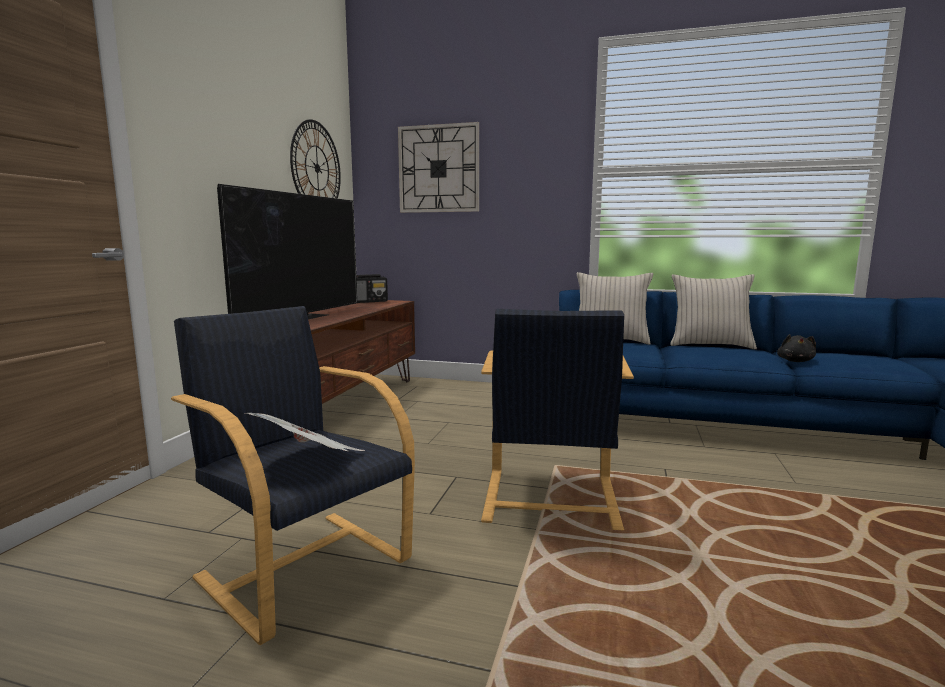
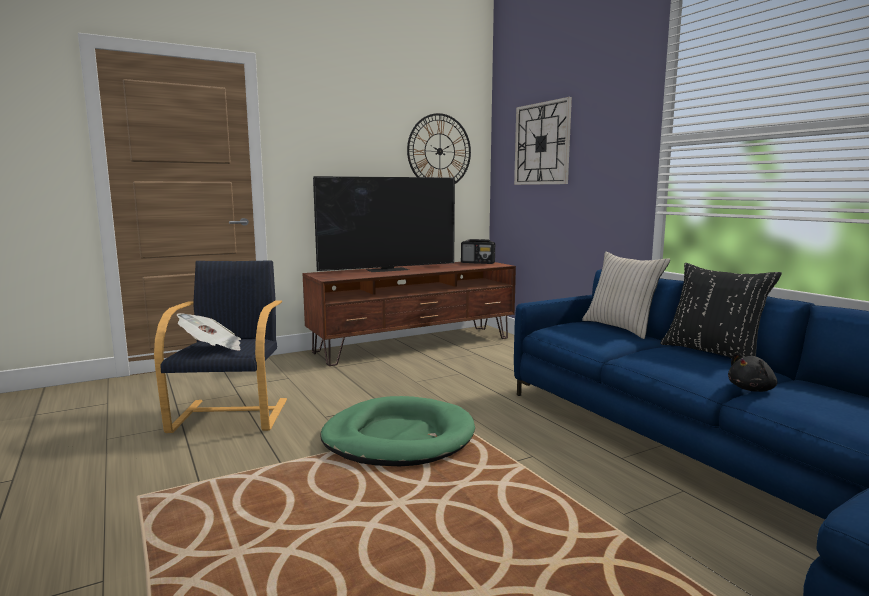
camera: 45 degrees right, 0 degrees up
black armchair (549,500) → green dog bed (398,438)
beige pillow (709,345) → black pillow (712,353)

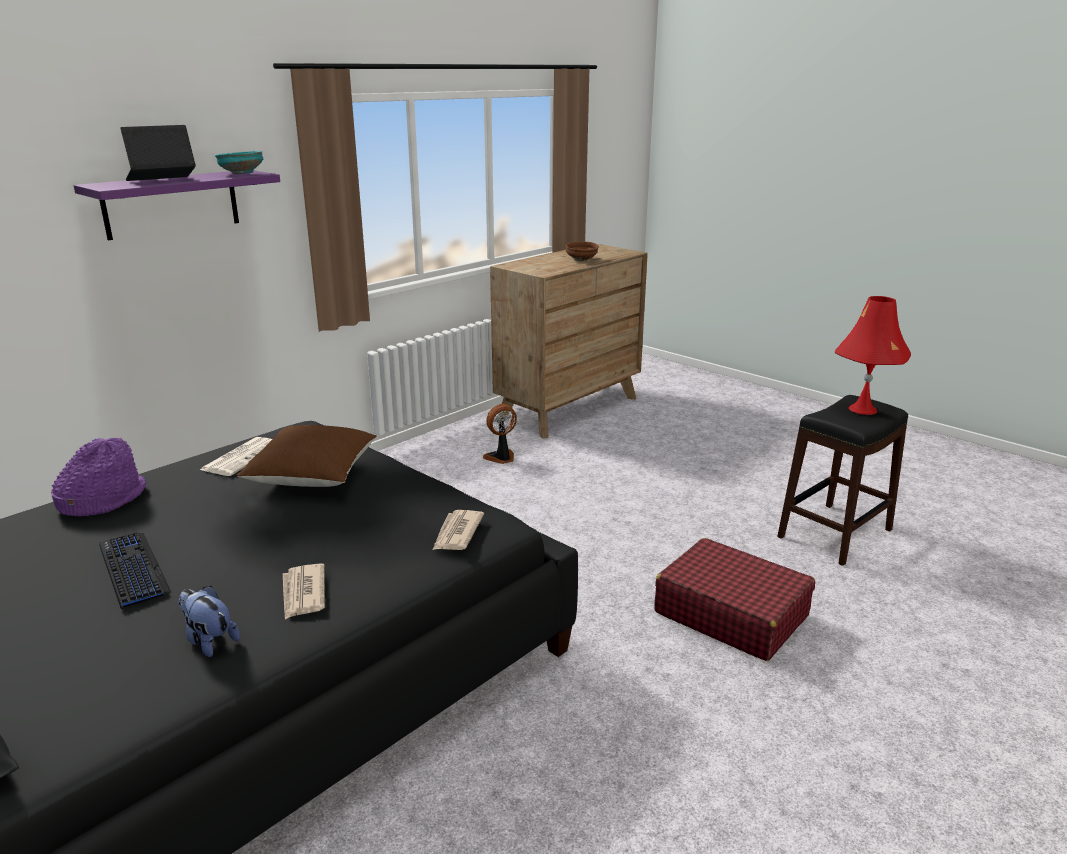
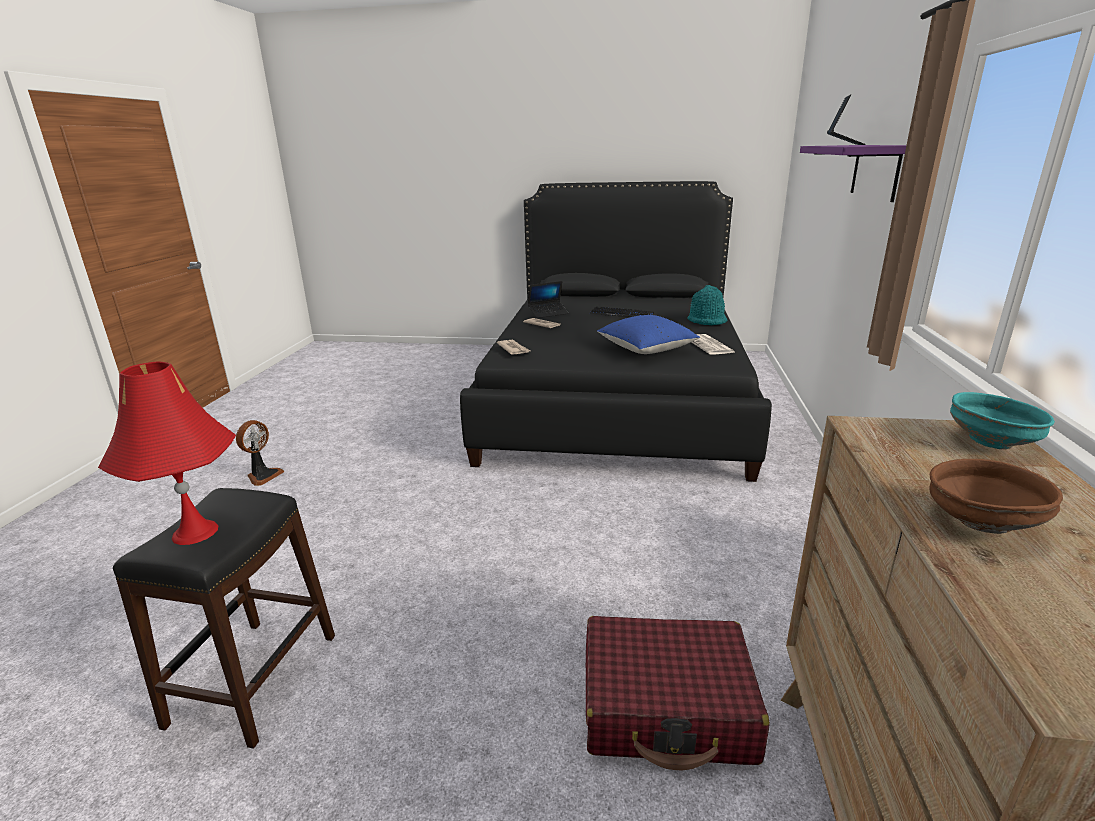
camera: 145 degrees right, 0 degrees up
turquoise bowl (241,174) → turquoise bowl (992,442), relocated
fan (501,458) → fan (263,476), relocated
red suitcase (730,614) → red suitcase (667,707), relocated
plush toy (209,640) → laptop (548,313)
purple hat (102,499) → turquoise hat (707,320)
brown pillow (313,476) → blue pillow (646,349)

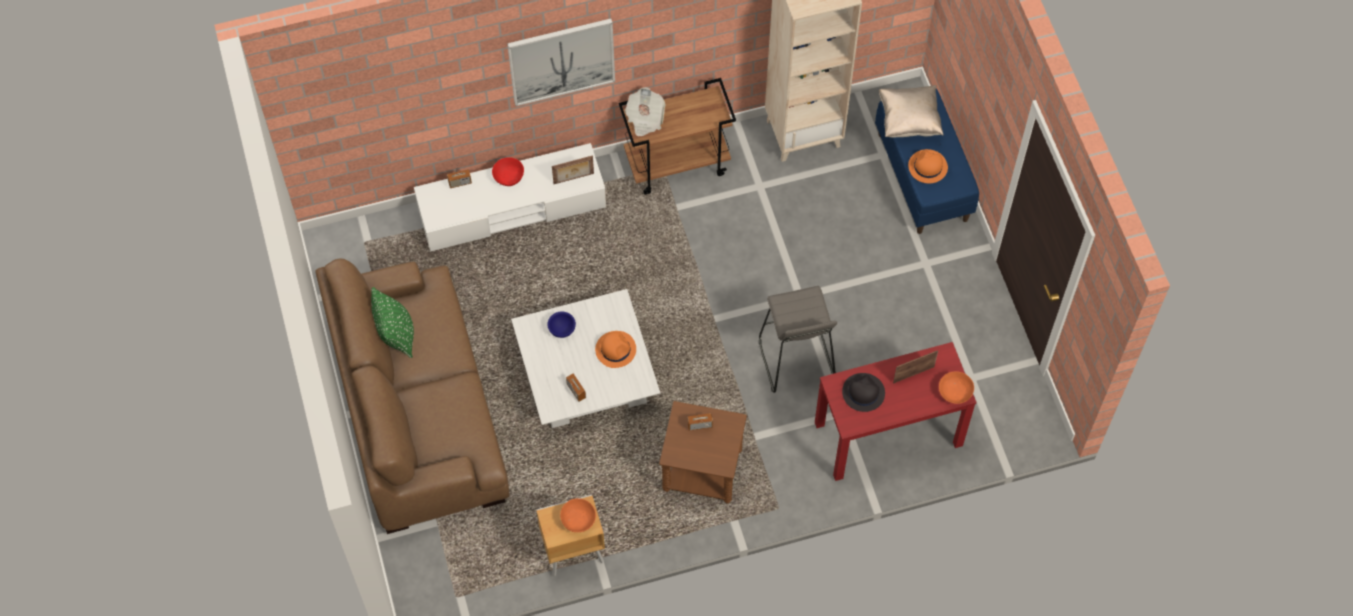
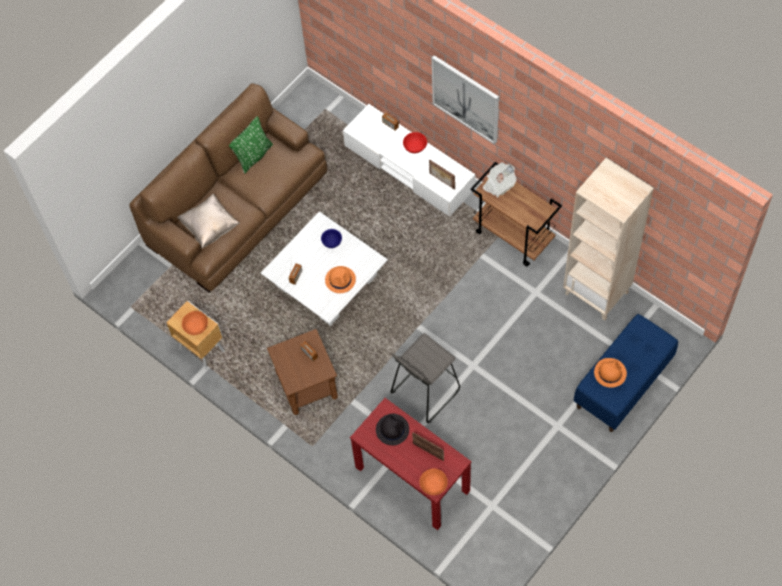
camera: 60 degrees right, 0 degrees up
beige pillow (909,121) → beige pillow (210,227), relocated

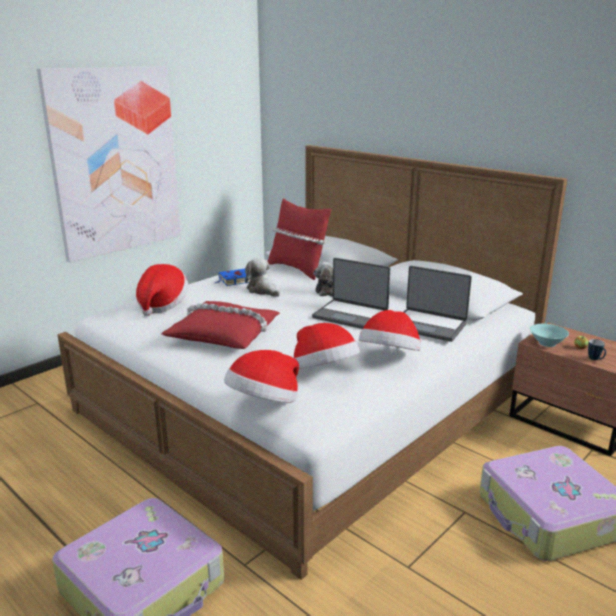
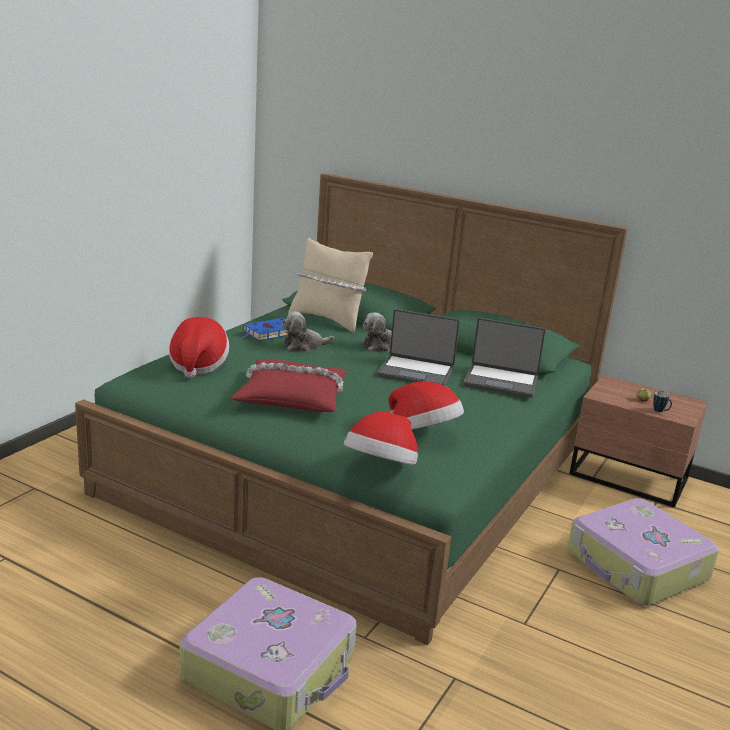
camera: 15 degrees left, 0 degrees up
picture (115,162) → -
hat (389,357) → -
turquoise bowl (547,343) → -
white bed (308,399) → green bed (357,468)
red pillow (298,269) → beige pillow (327,319)
plush toy (263,290) → plush toy (304,345), 60 degrees counterclockwise

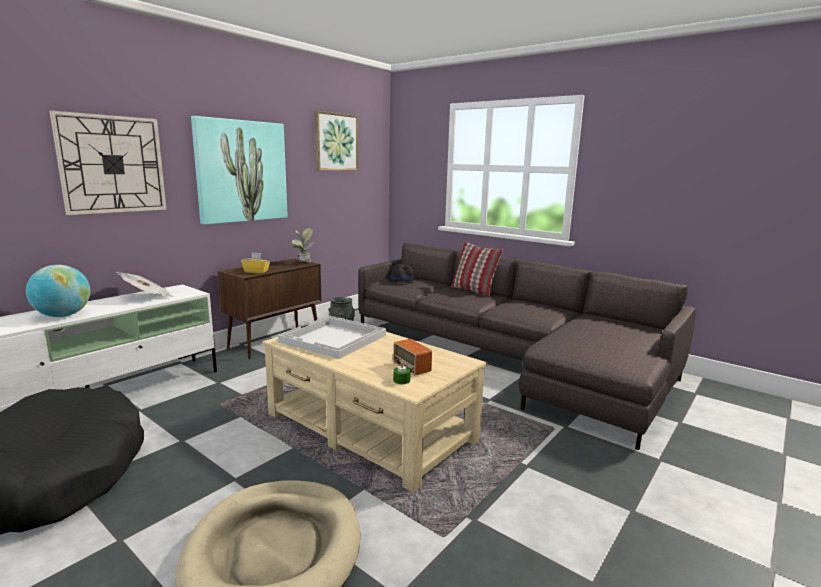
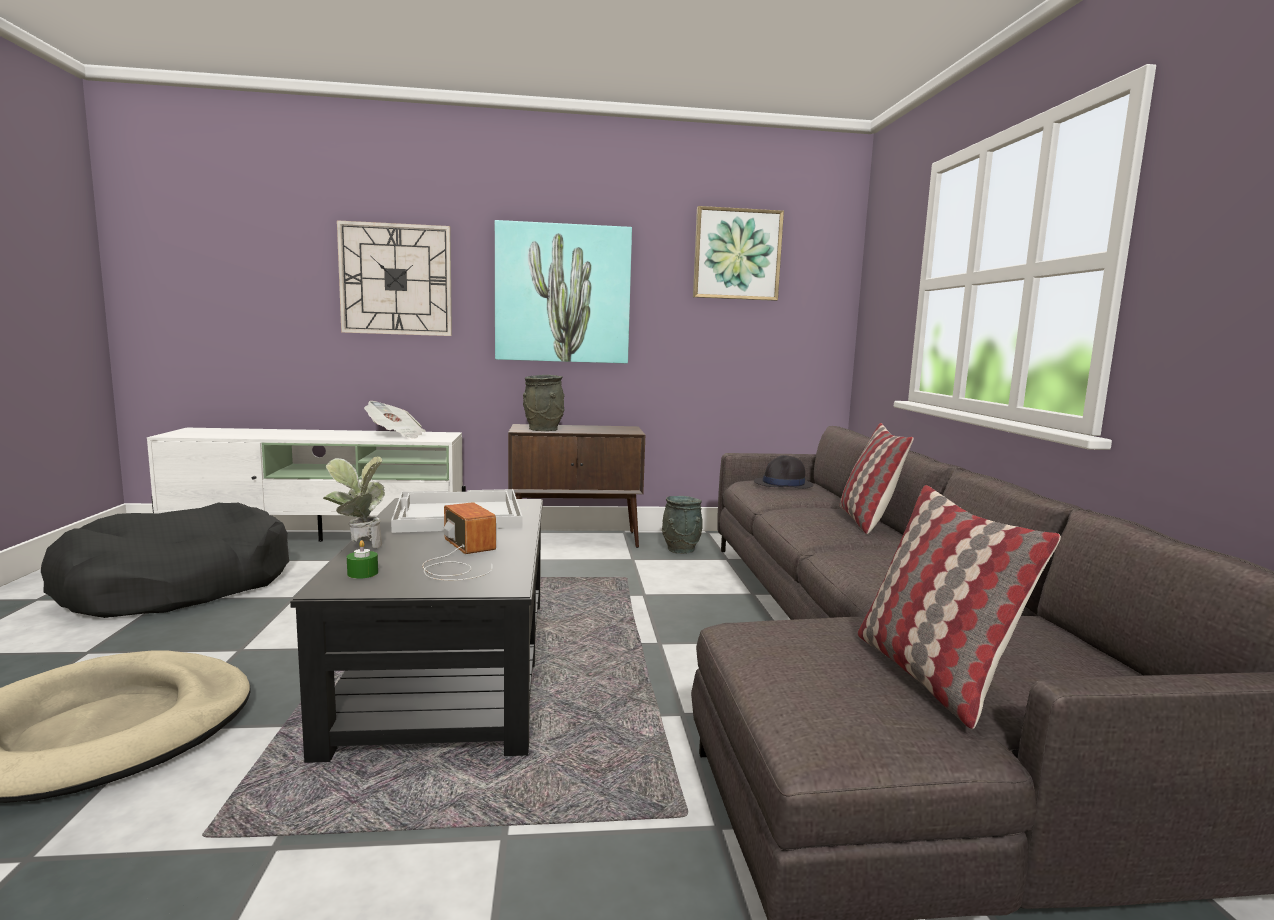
camera: 45 degrees right, 5 degrees down
globe (63,315) → -
- → pillow (930,675)
potted plant (303,263) → potted plant (358,547), relocated
yellow tissue box (256,271) → grey vase (543,429)
beige coffee table (370,428) → black coffee table (448,667)
radio (412,358) → radio (459,558), 135 degrees clockwise

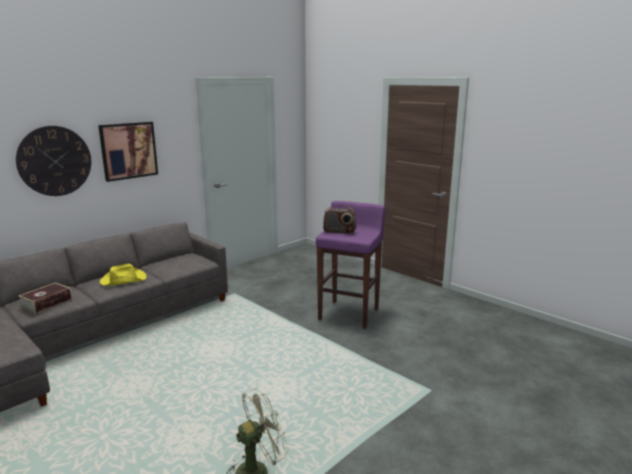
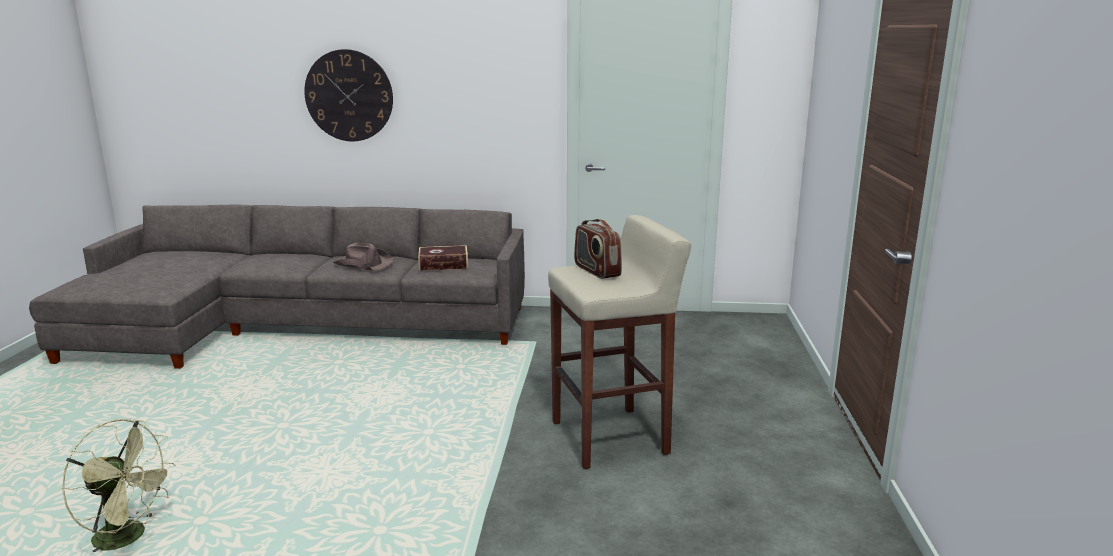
camera: 50 degrees right, 0 degrees up
picture (128,150) → -
book (46,303) → book (443,265), relocated
yellow hat (122,280) → brown hat (363,264)
purple stool (349,314) → beige stool (611,437)

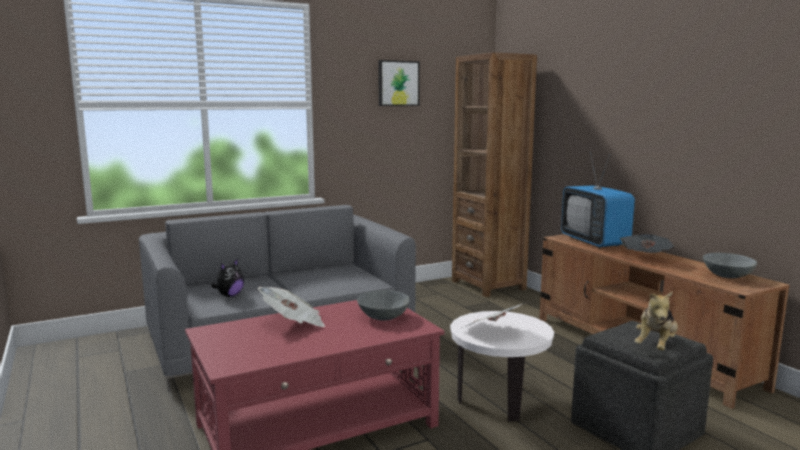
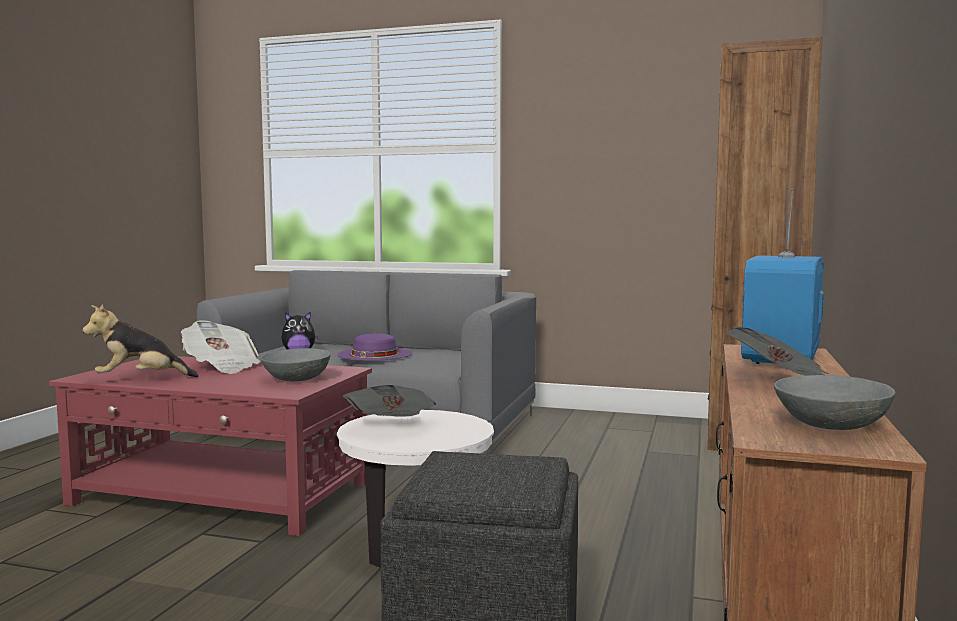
camera: 45 degrees right, 5 degrees down
picture (398,83) → -
- → purple hat (374,354)
plush toy (656,346) → plush toy (140,380), relocated

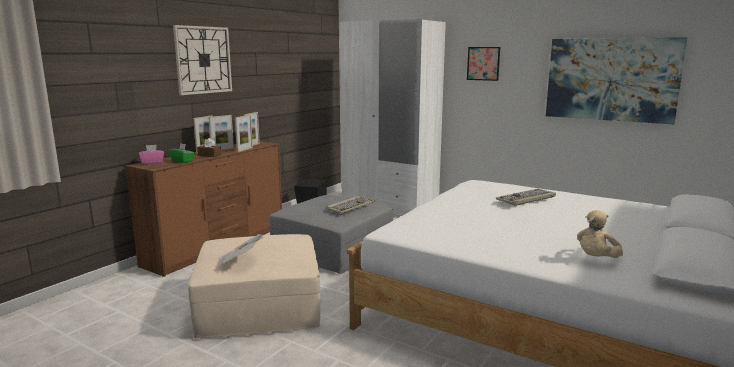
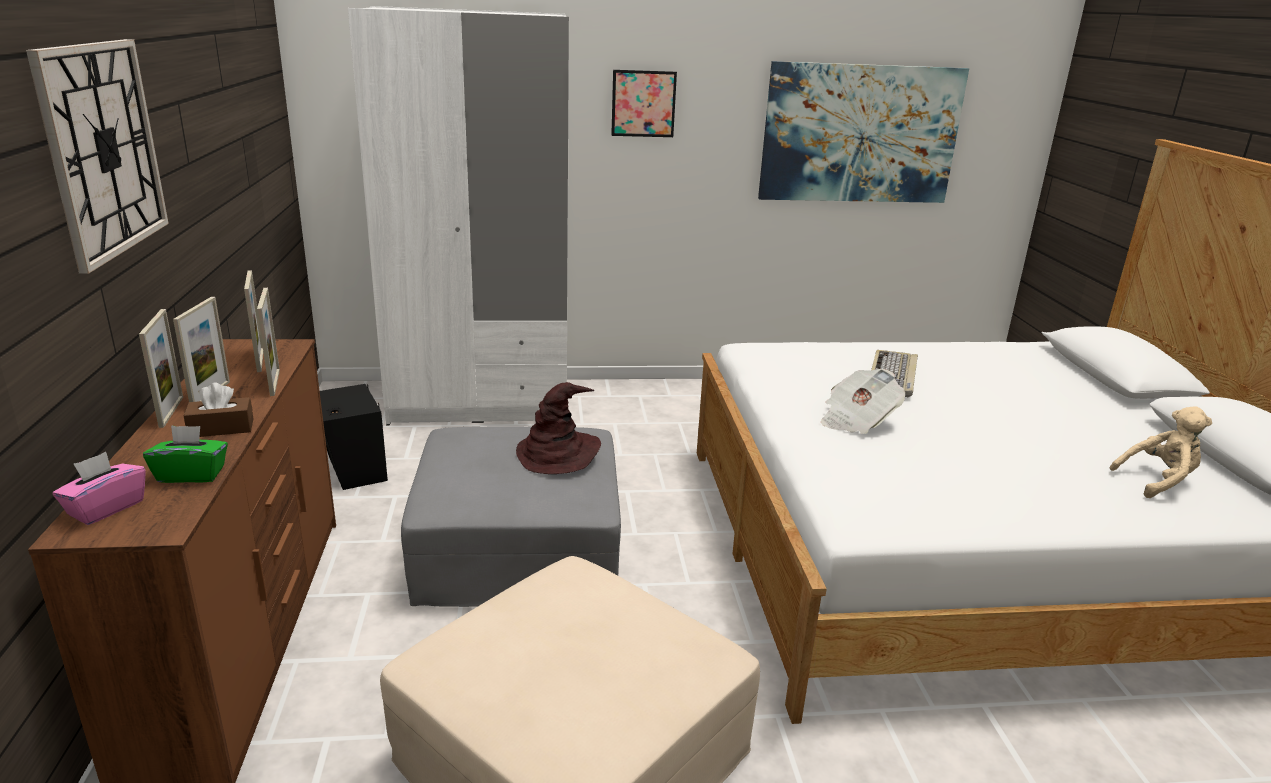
camera: 40 degrees left, 10 degrees up
newspaper (239,261) → newspaper (857,420), relocated
keyboard (350,206) → brown hat (558,453)
beige plush toy (596,259) → beige plush toy (1158,481), 105 degrees counterclockwise

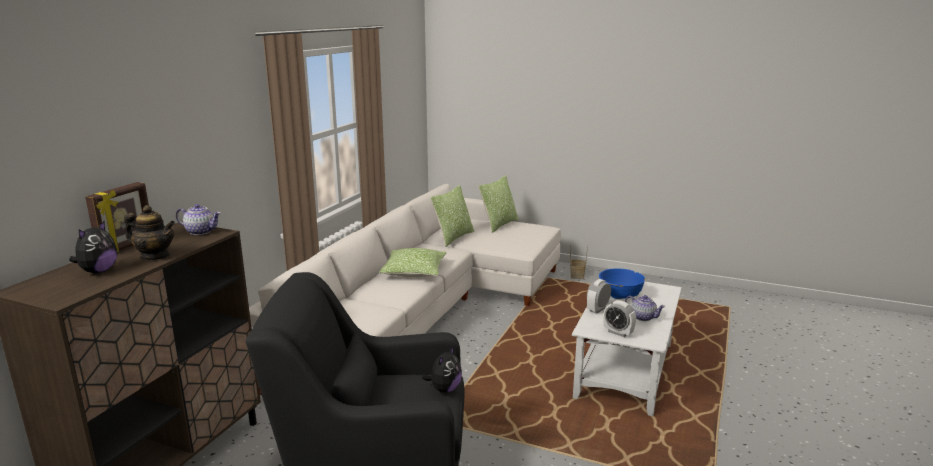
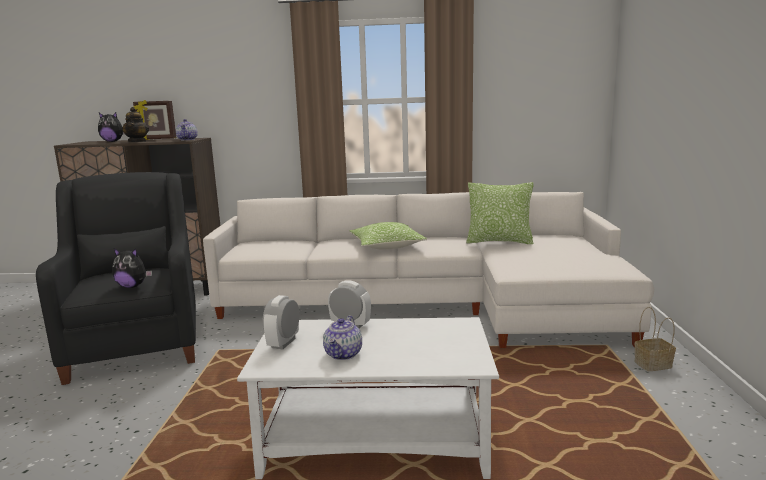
camera: 70 degrees right, 5 degrees down
pillow (499,225) → -
blue bowl (620,295) → -

